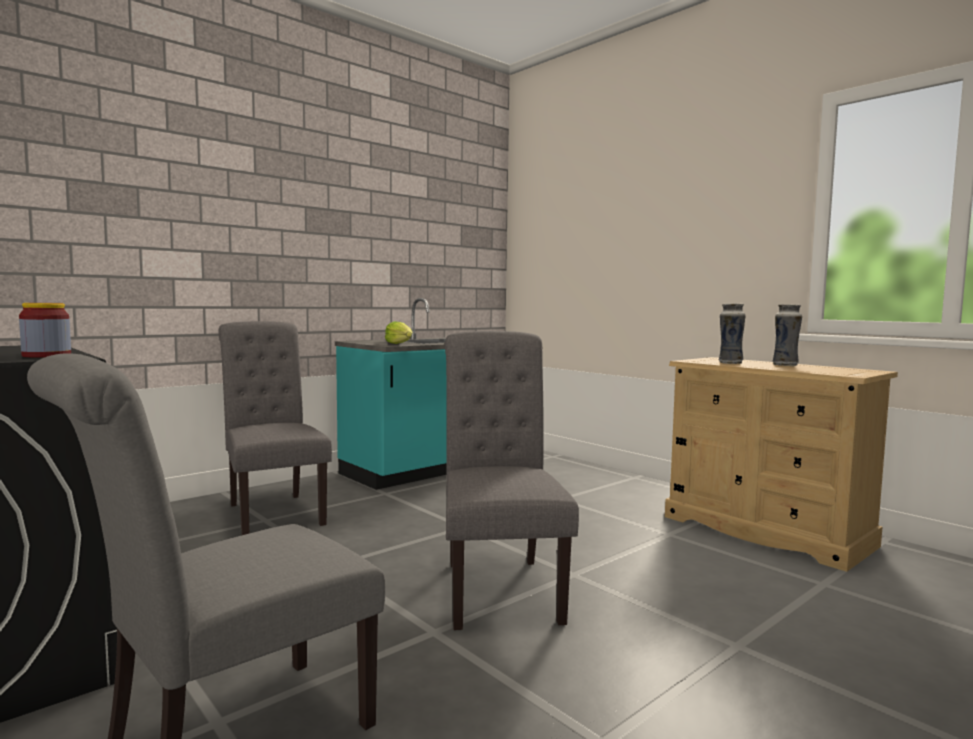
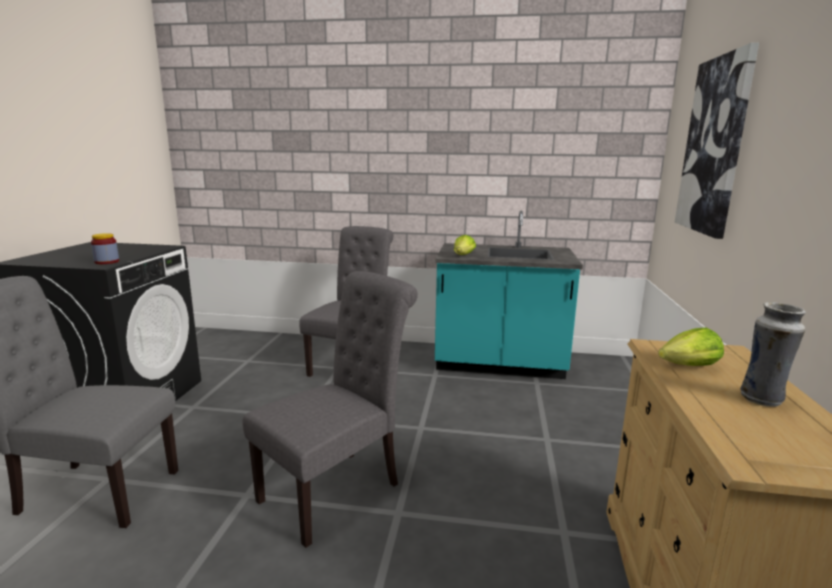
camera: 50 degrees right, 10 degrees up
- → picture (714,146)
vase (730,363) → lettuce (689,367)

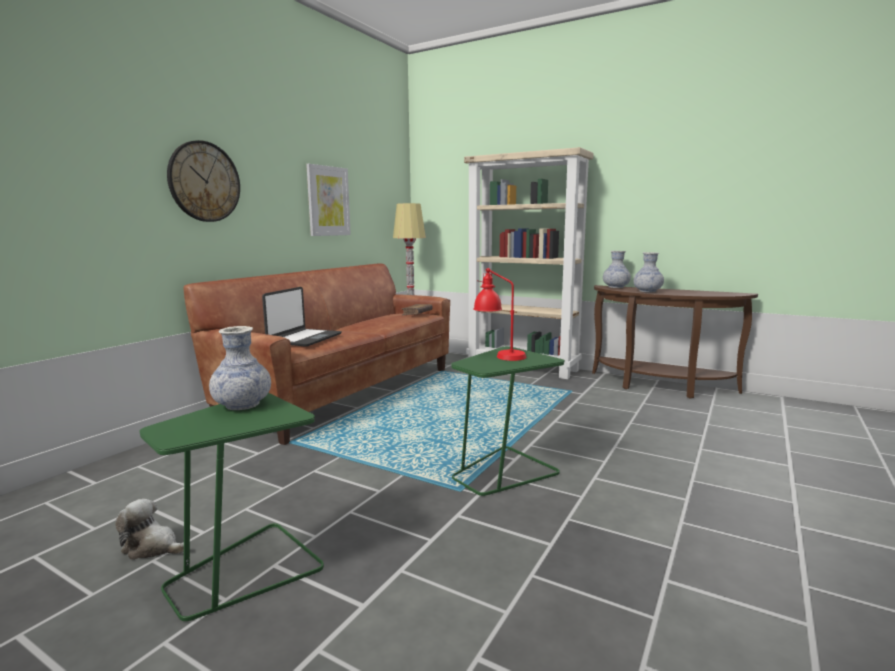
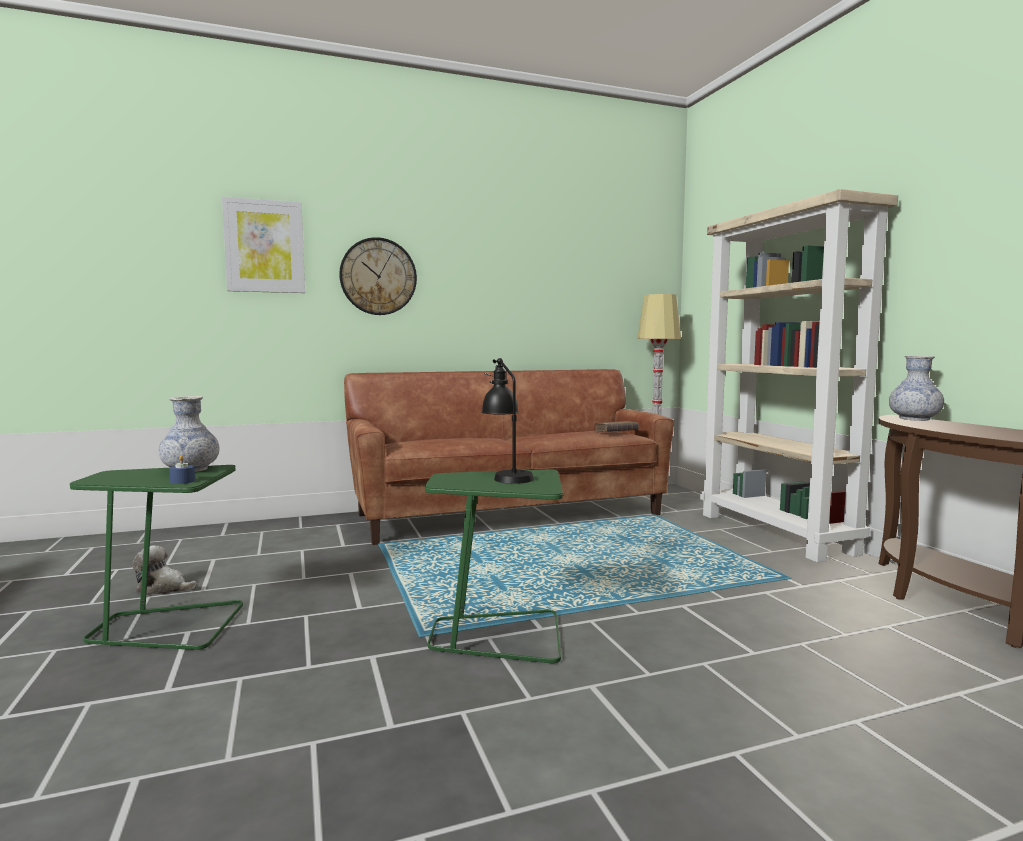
camera: 40 degrees right, 5 degrees down
laptop (304,339) → -
vase (647,291) → -
- → blue candle (182,481)
picture (328,201) → picture (264,246), relocated
red table lamp (498,355) → black table lamp (506,475)
plush toy (152,547) → plush toy (164,588), 45 degrees counterclockwise

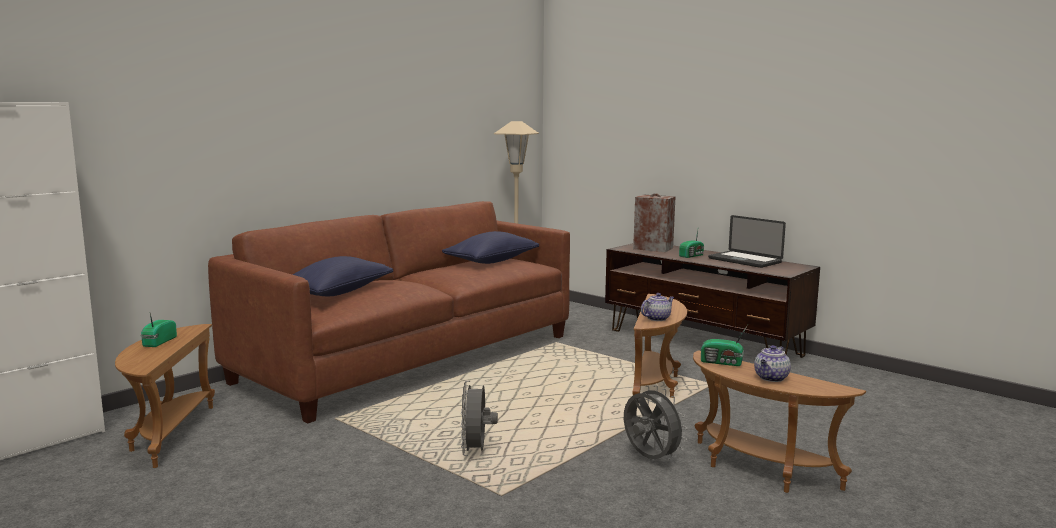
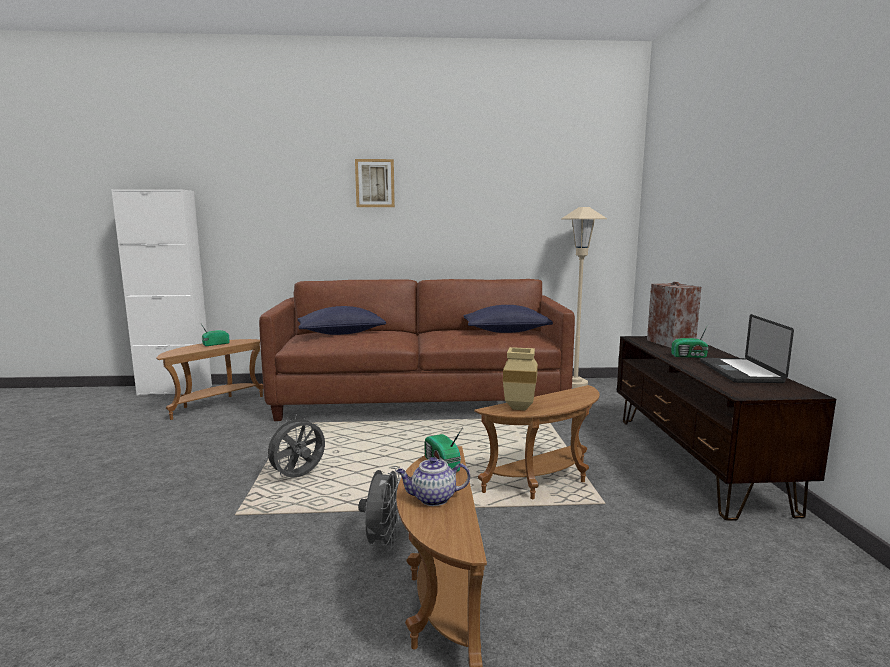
camera: 45 degrees right, 0 degrees up
- → picture (375,183)
teapot (657,318) → beige vase (521,407)

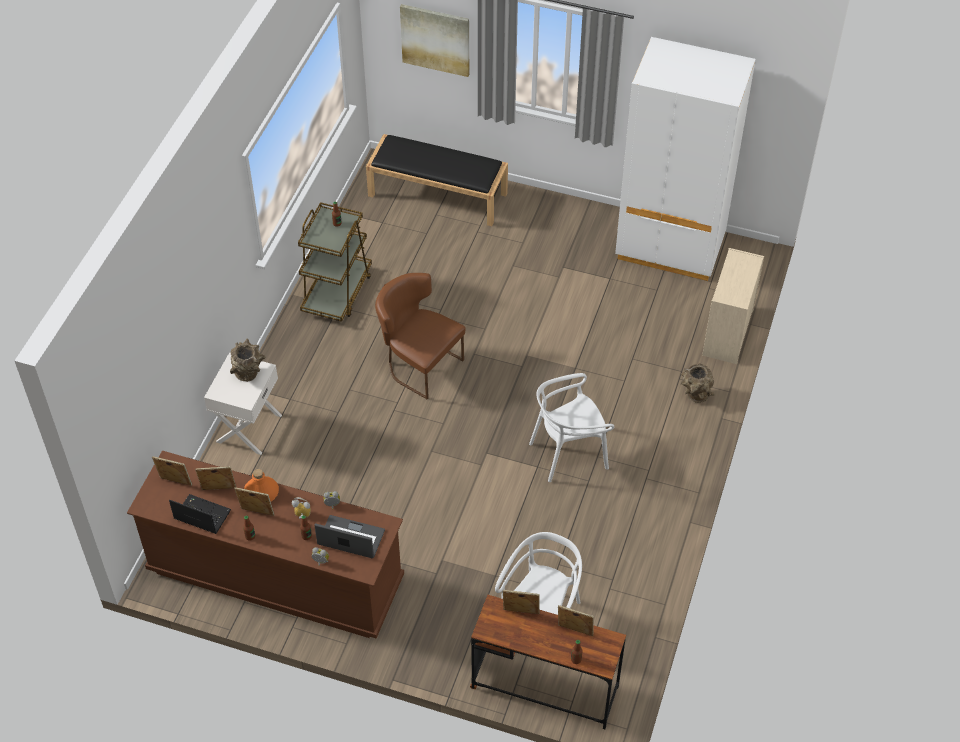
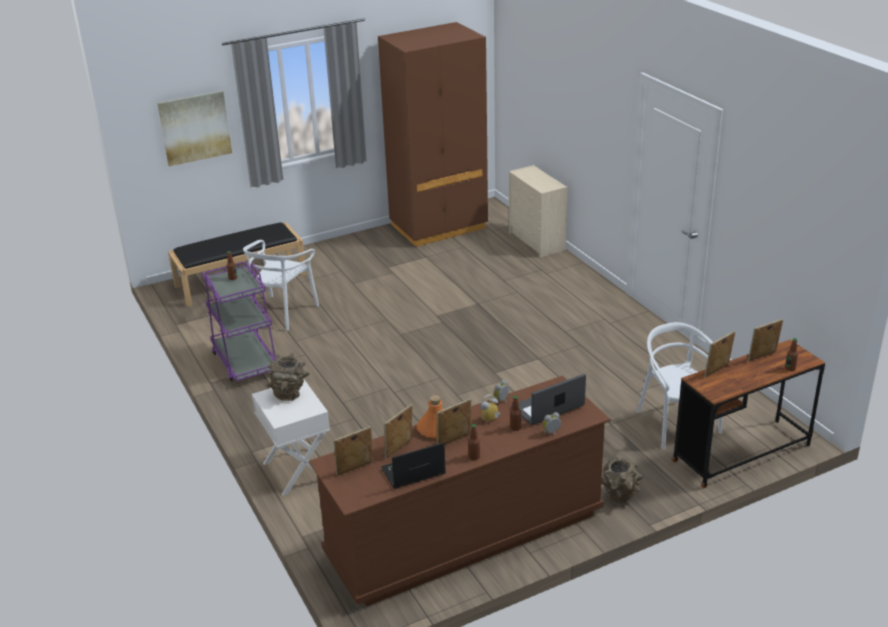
camera: 45 degrees left, 20 degrees down
brown chair (419,364) → -
white chair (568,453) → white chair (282,313), relocated
brown vase (695,395) → brown vase (619,498), relocated
brown cart (337,292) → purple cart (245,362)
white wardrobe (670,248) → brown wardrobe (438,227)

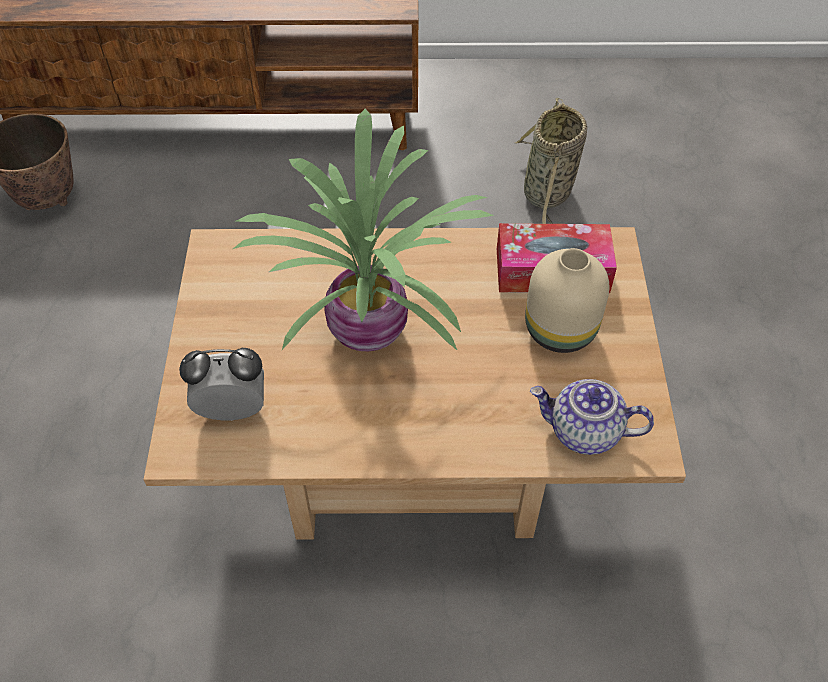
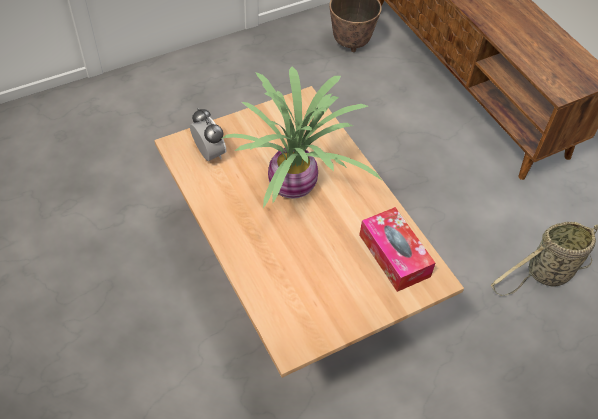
camera: 60 degrees right, 0 degrees up
beige vase (559,329) → -
teapot (584,432) → -

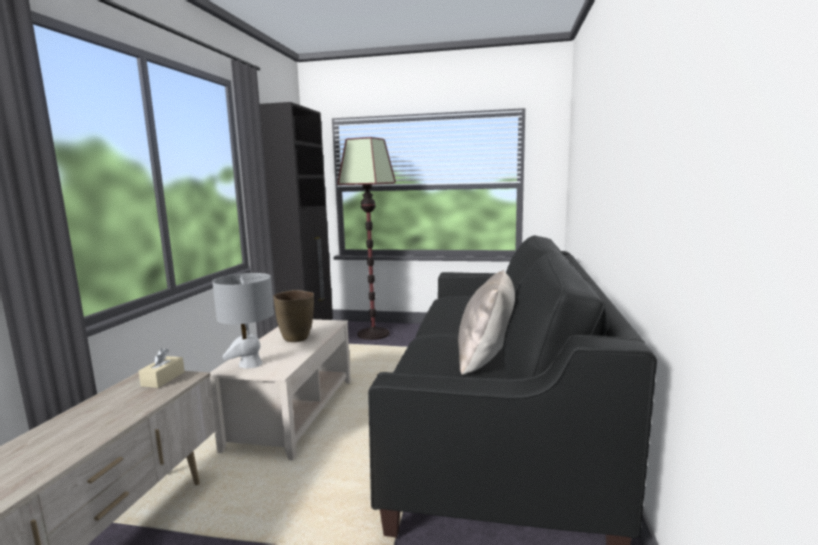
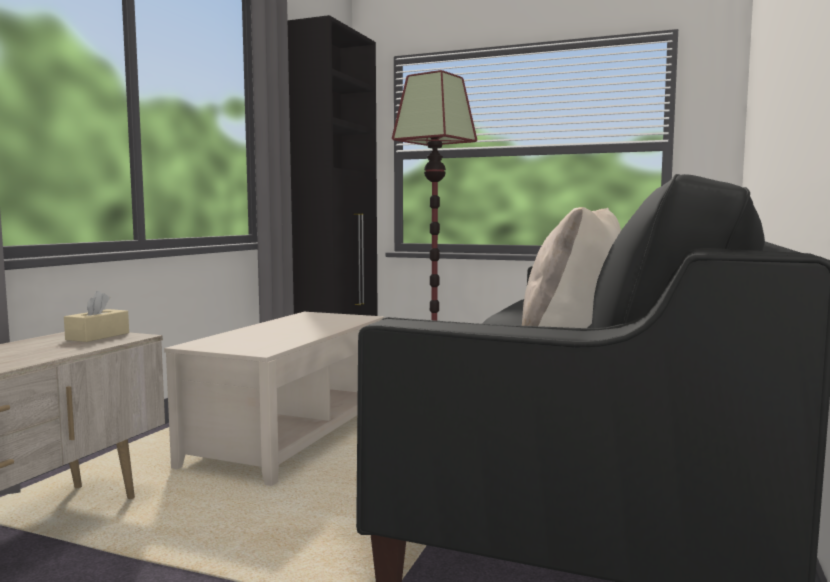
camera: 10 degrees right, 5 degrees down
grey table lamp (250,364) → -
brown vase (297,338) → -

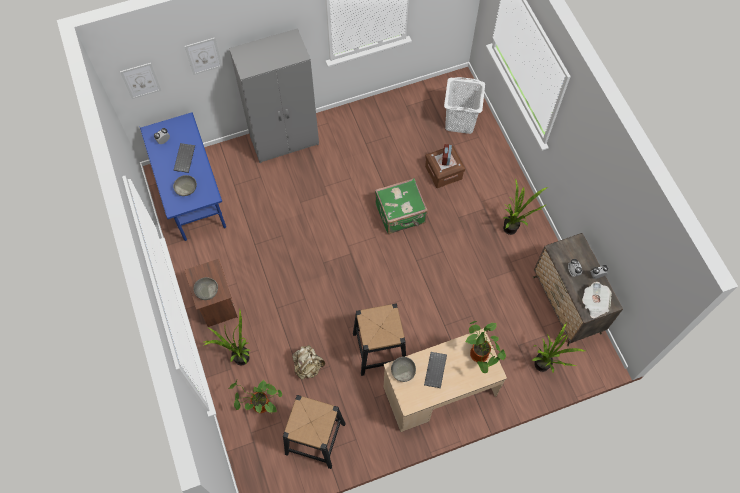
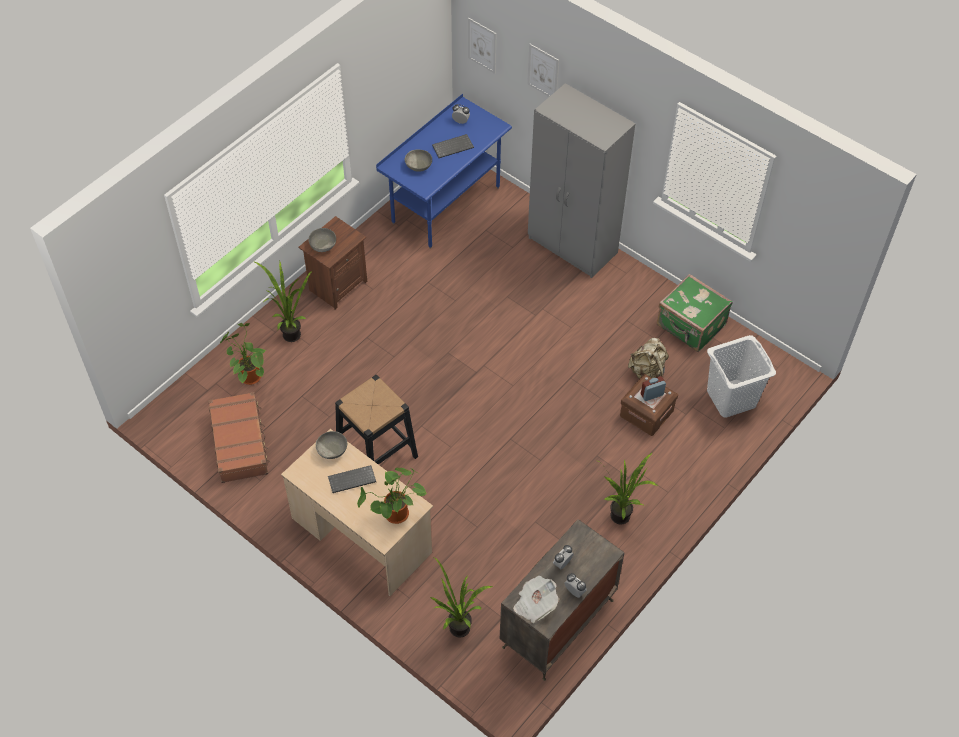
camera: 60 degrees right, 10 degrees down
beige backpack (308,366) → beige backpack (647,371), relocated
green suitcase (401,214) → green suitcase (690,326), relocated
black stool (315,438) → brown suitcase (240,442)

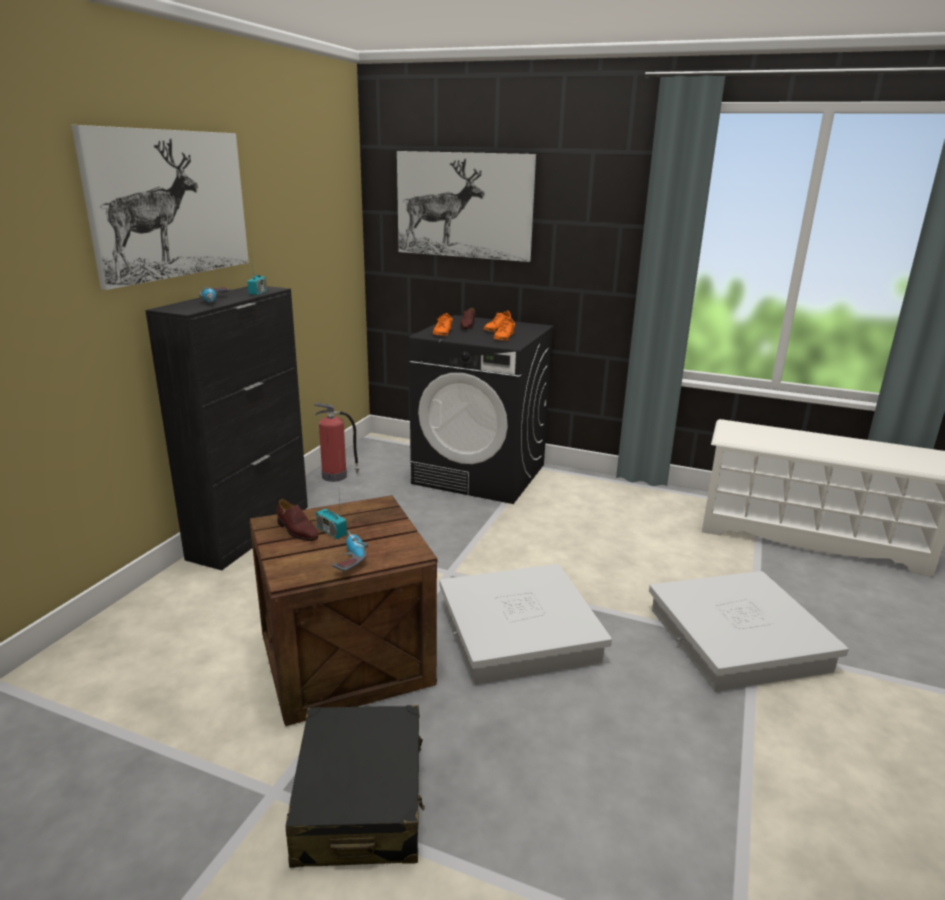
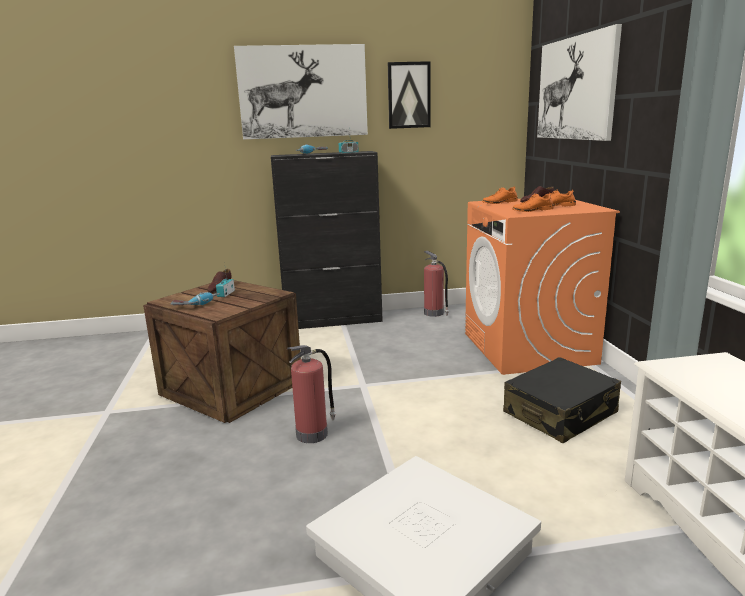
camera: 60 degrees right, 5 degrees down
- → picture (409,95)
black suitcase (360,801) → black suitcase (560,413), relocated
white storage box (519,633) → fire extinguisher (313,433)
black washing machine (480,474) → orange washing machine (528,348)

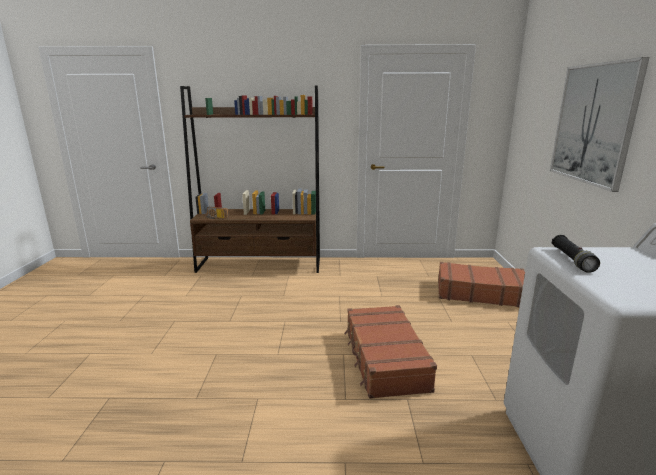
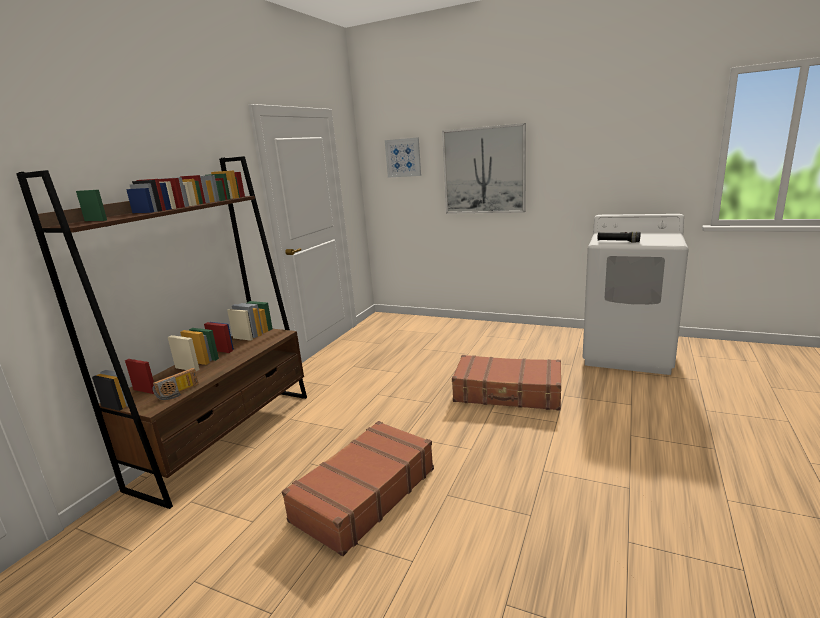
camera: 65 degrees left, 0 degrees up
- → picture (403,157)
brown suitcase (480,293) → brown suitcase (363,494), relocated

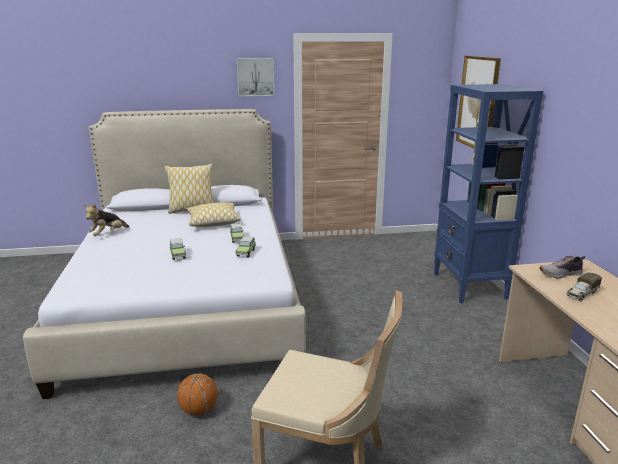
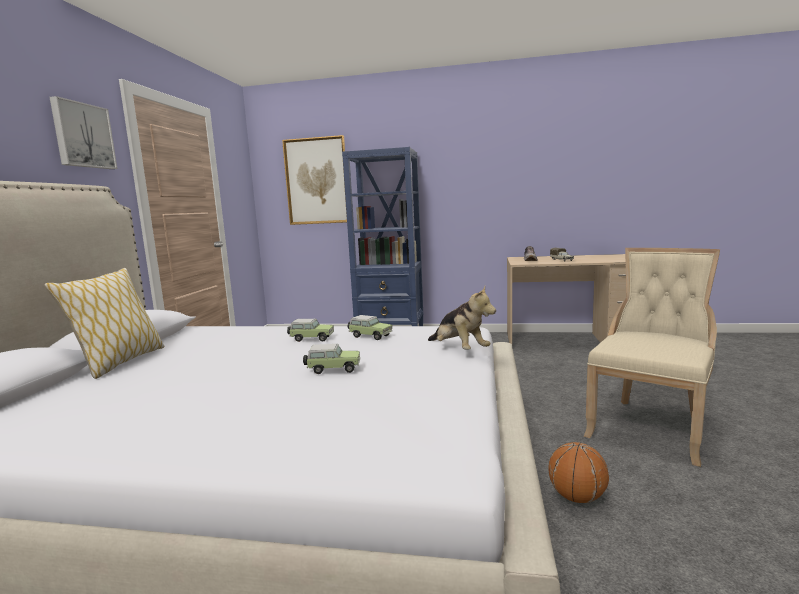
camera: 70 degrees left, 10 degrees down
pillow (213,222) → -
plush toy (108,234) → plush toy (459,350), relocated

